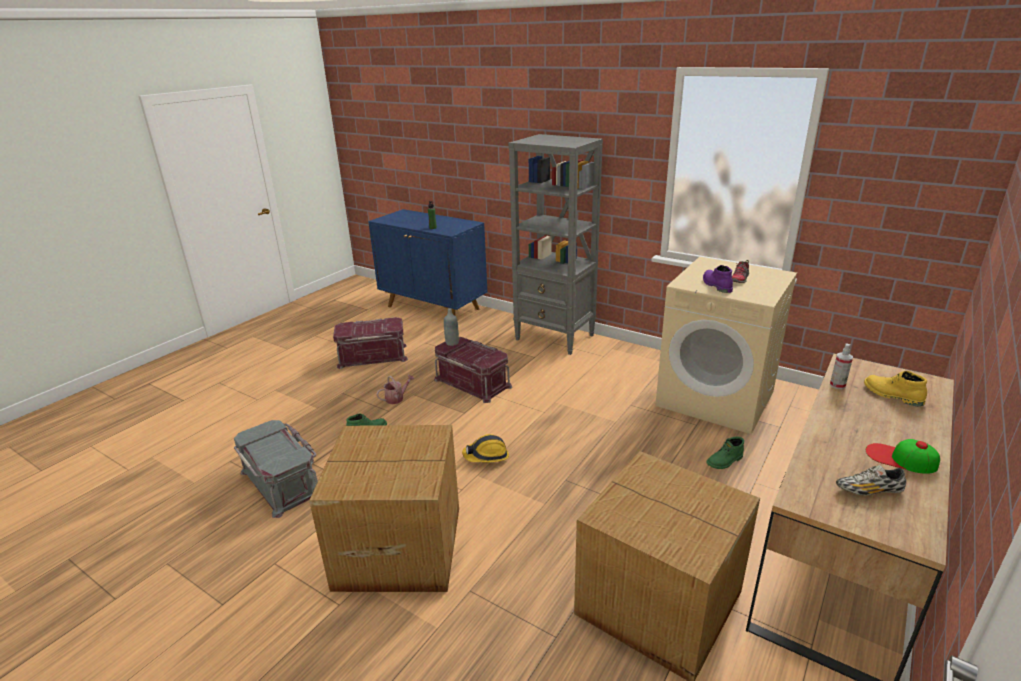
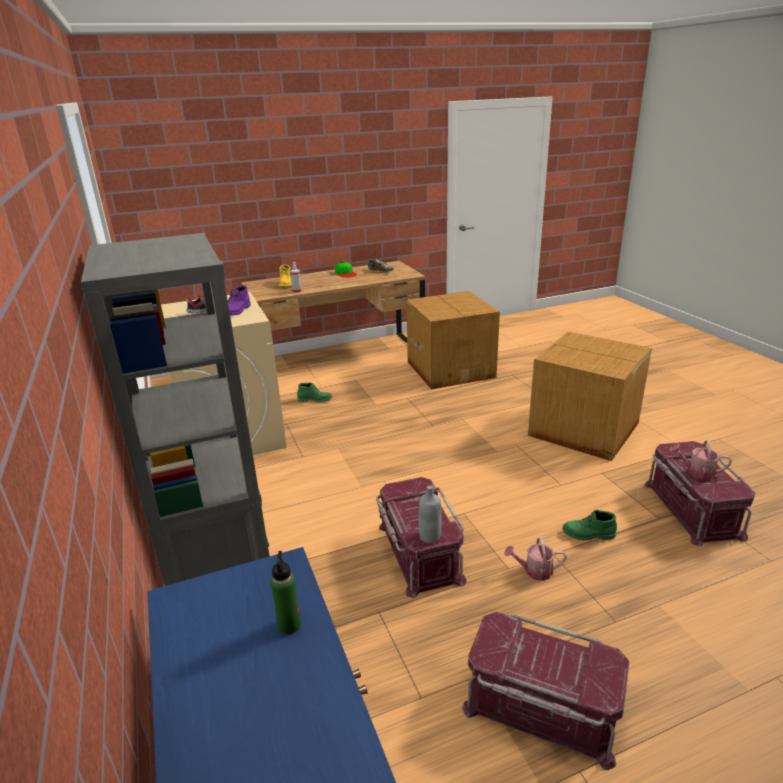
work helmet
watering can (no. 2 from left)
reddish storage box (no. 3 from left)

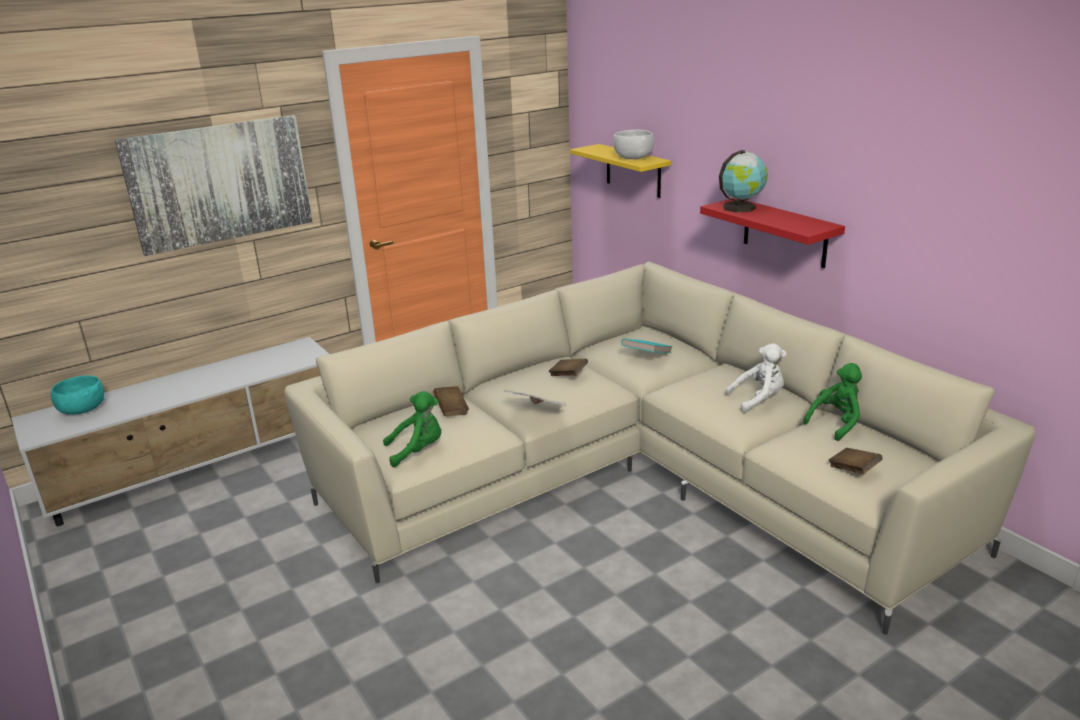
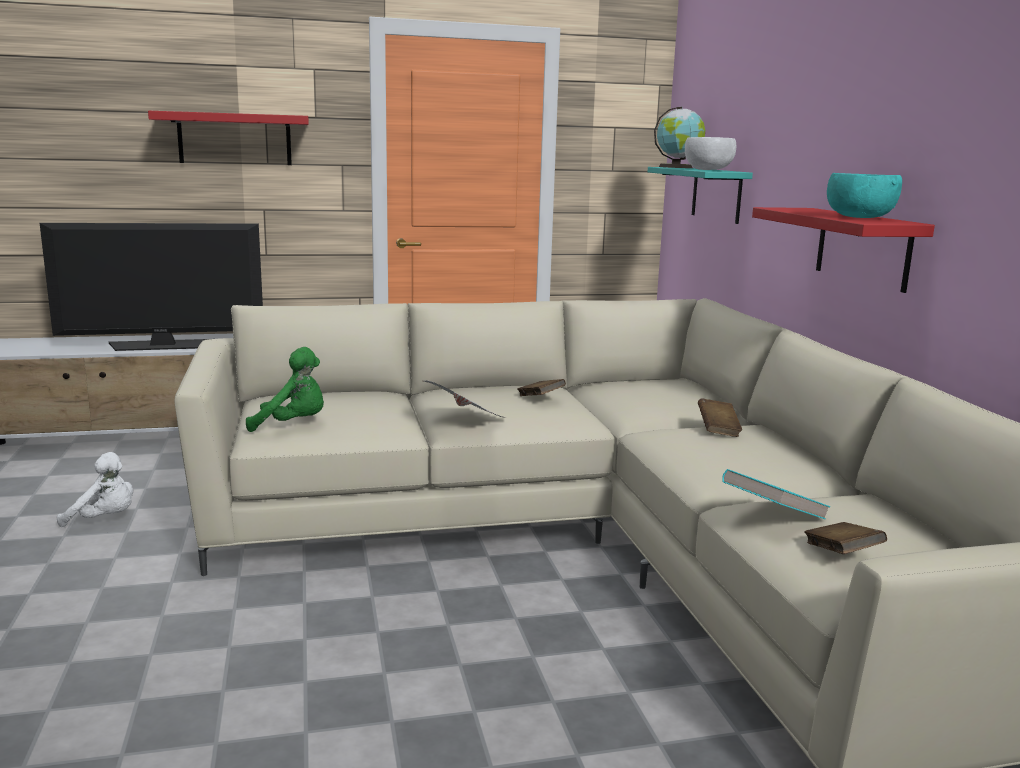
green soft toy (no. 2 from left in the first image)
TV
blue-green serving bowl
brown-coloured book (no. 2 from left)
blue-green book
desk globe
white-coloured soft toy
reddish wall shelf (no. 1 from left)
blue-green wall shelf

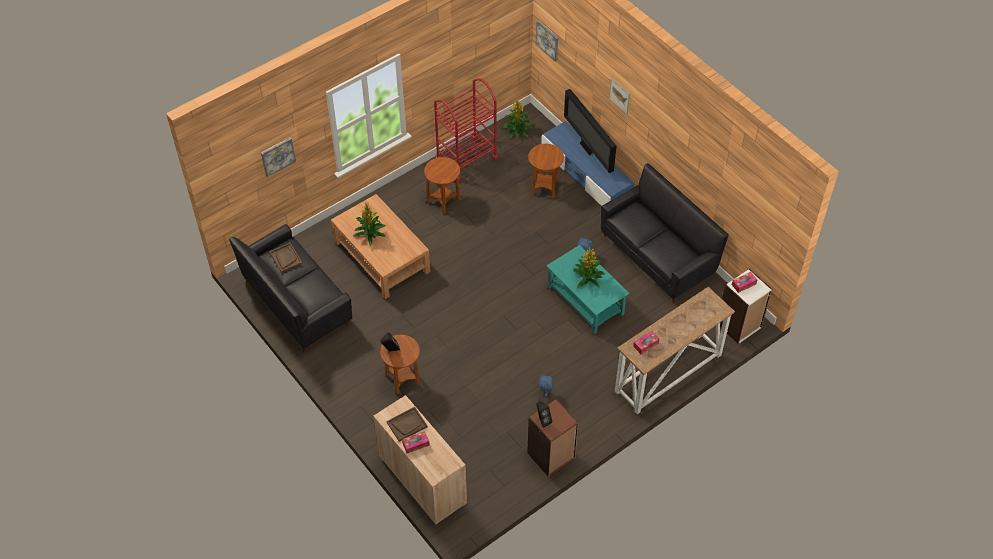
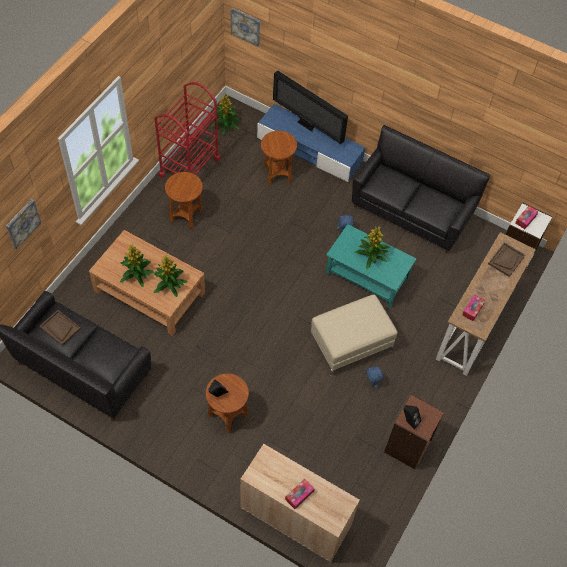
wall art (no. 3 from left in the first image)
potted plant (no. 2 from left)
sand-coloured pouffe
brown-coloured carrying tray (no. 2 from left)

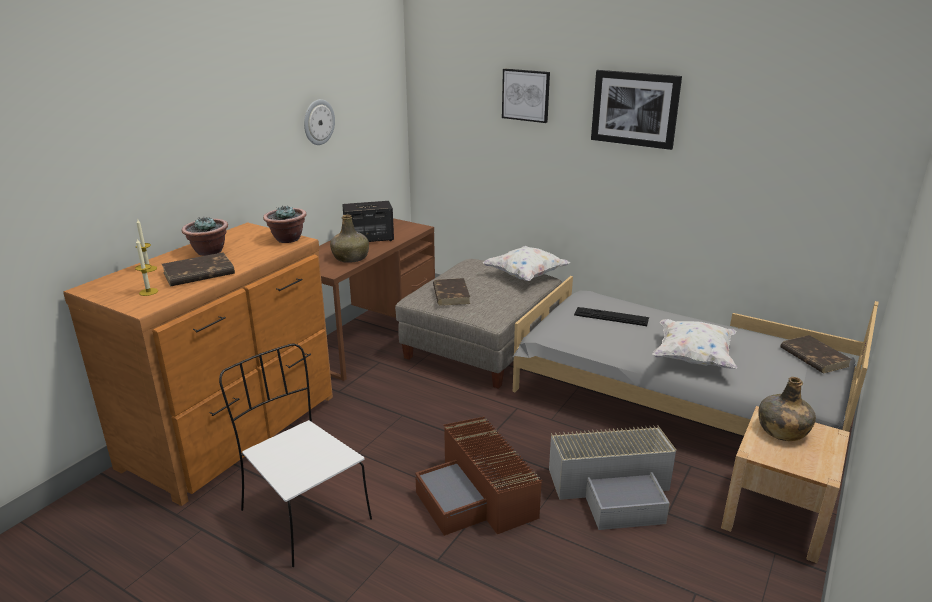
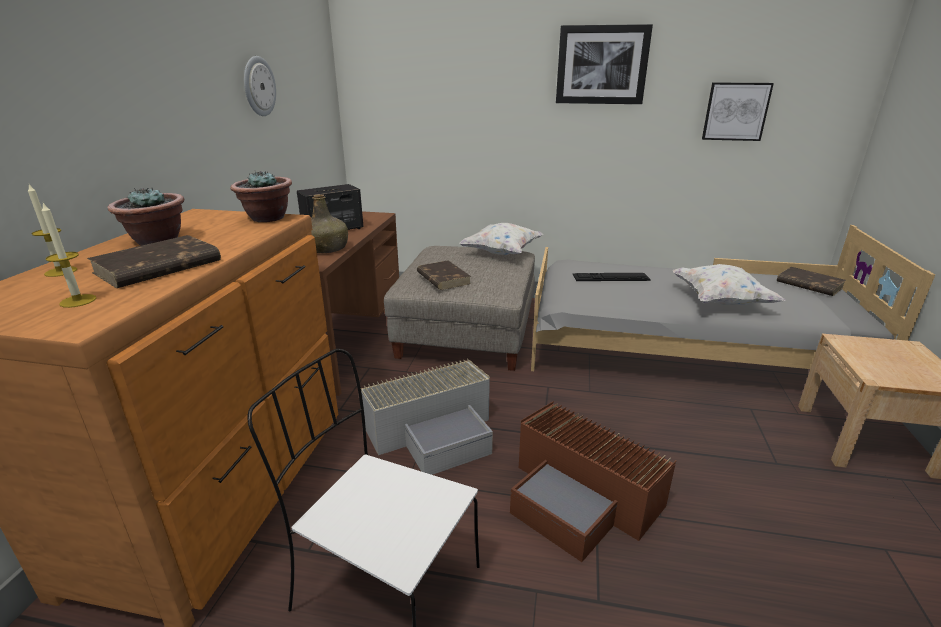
green bottle (no. 2 from left in the first image)
wall art (no. 2 from left)
grey storage box

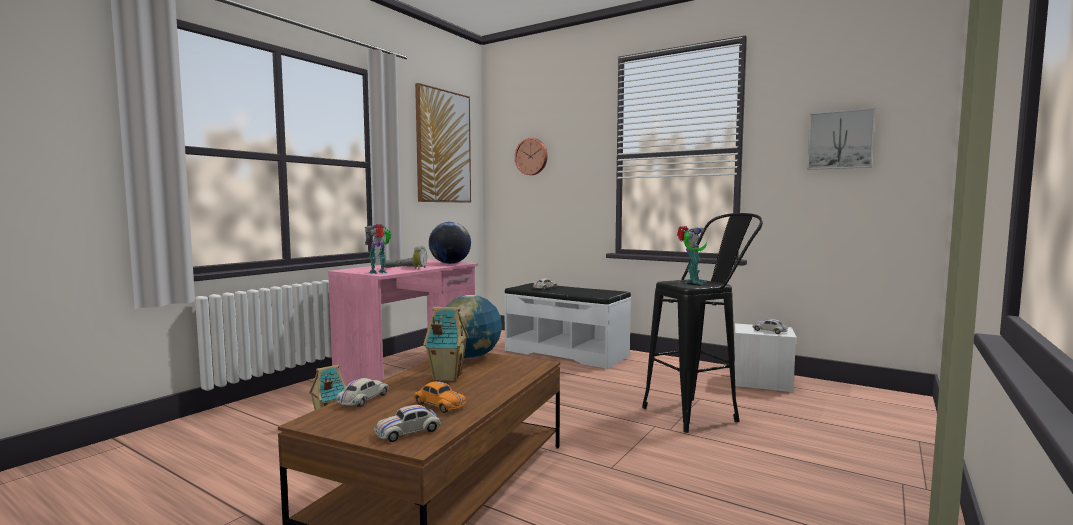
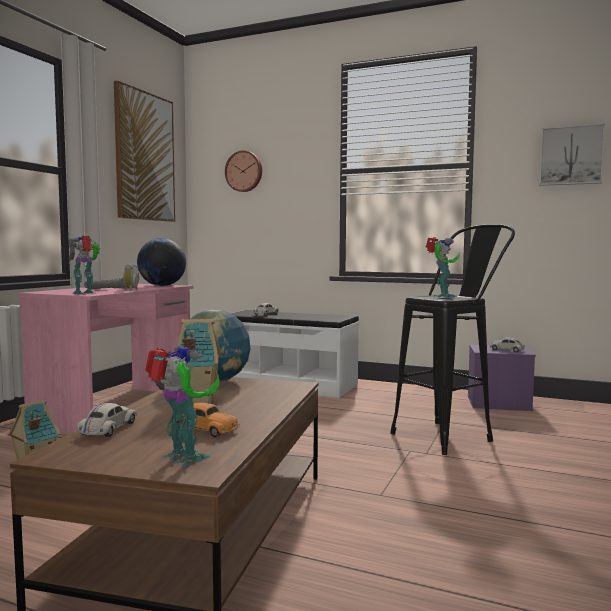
toy robot (no. 2 from left)
purple storage box

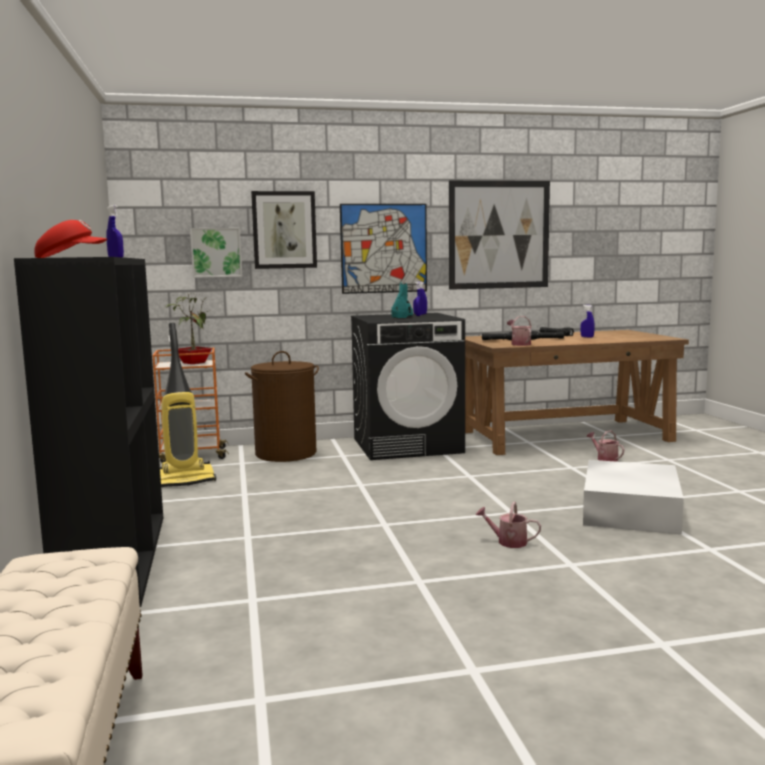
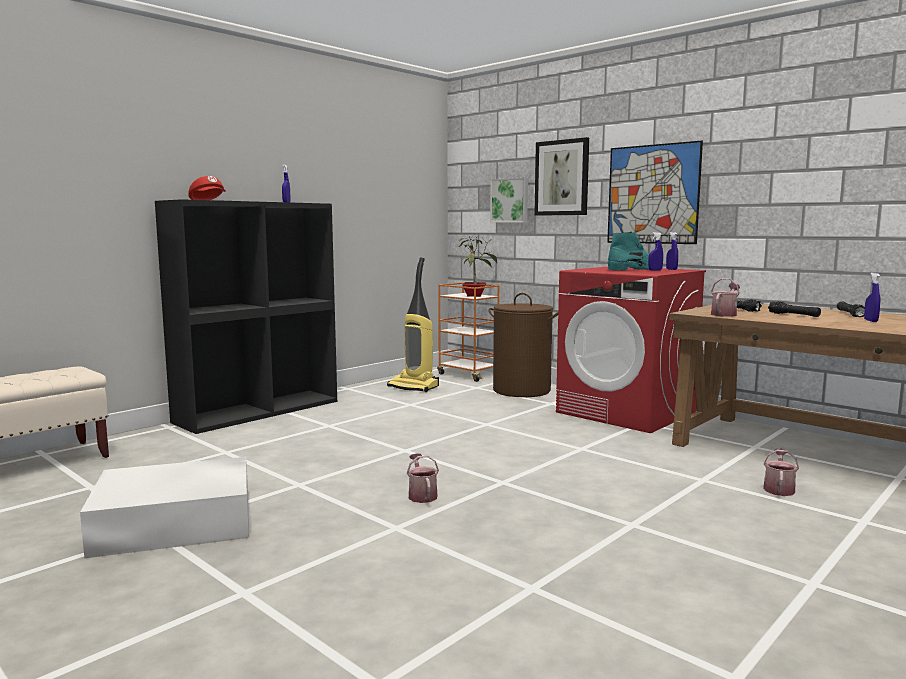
wall art (no. 4 from left in the first image)
white-coloured storage box
reddish laundry appliance

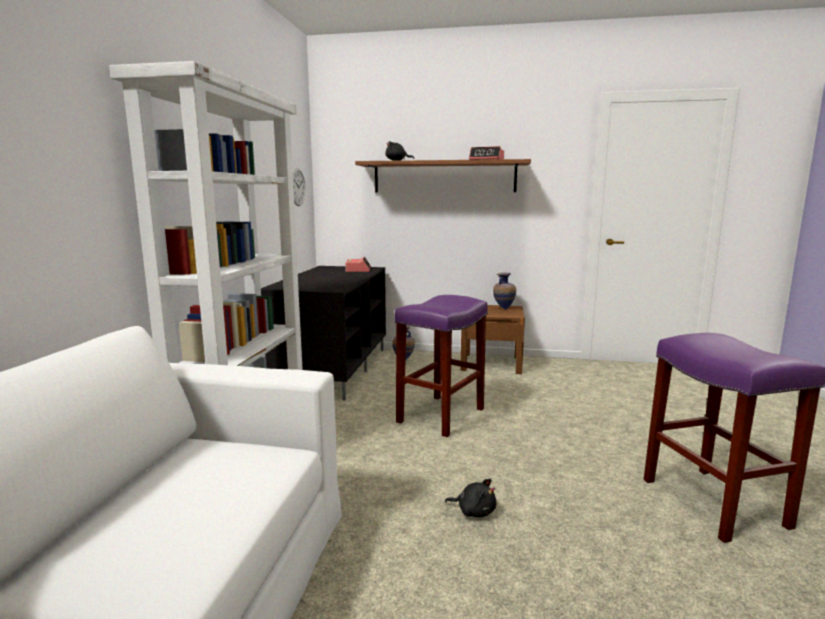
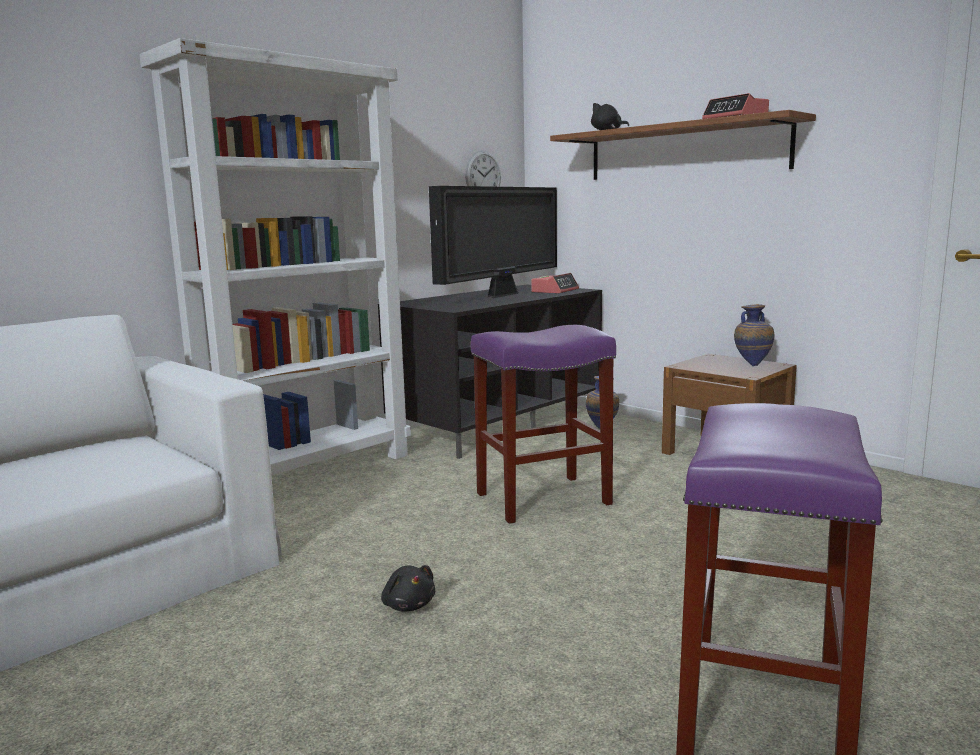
TV

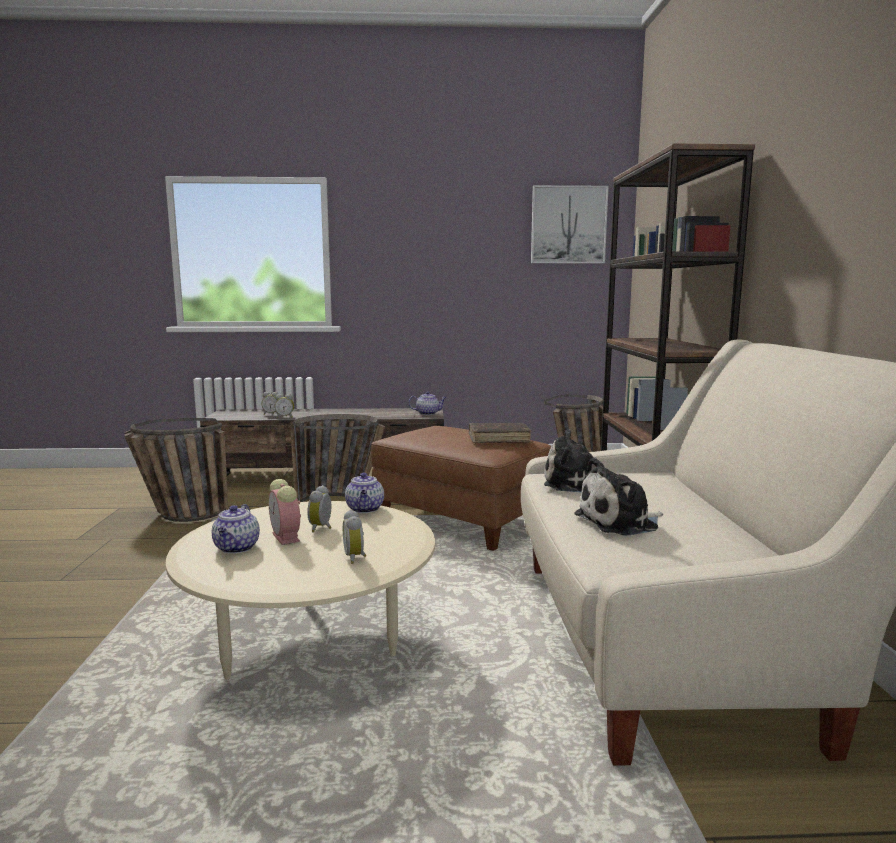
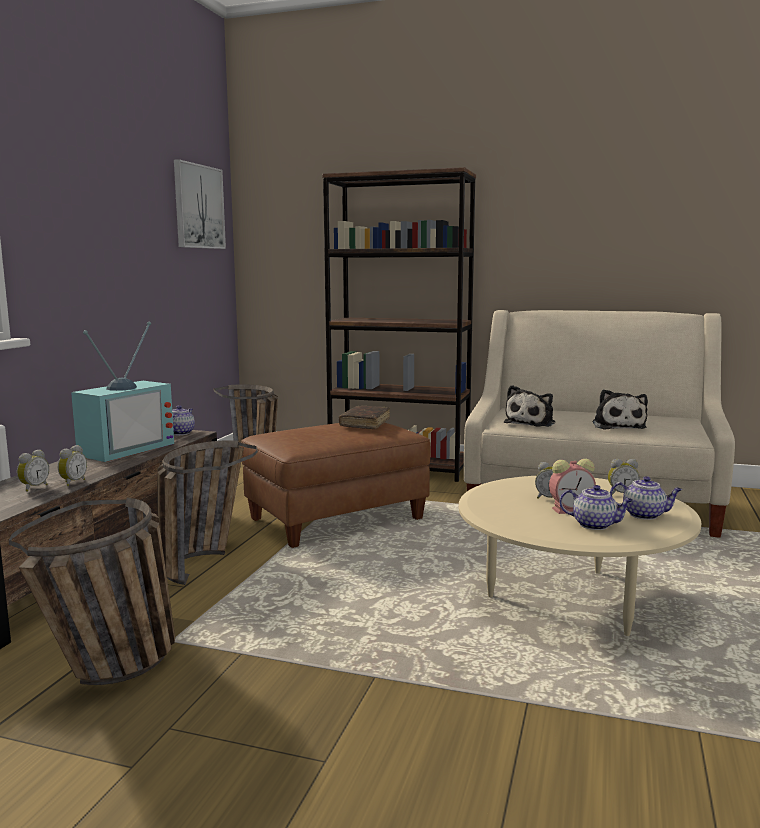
TV
tea pot (no. 3 from left)

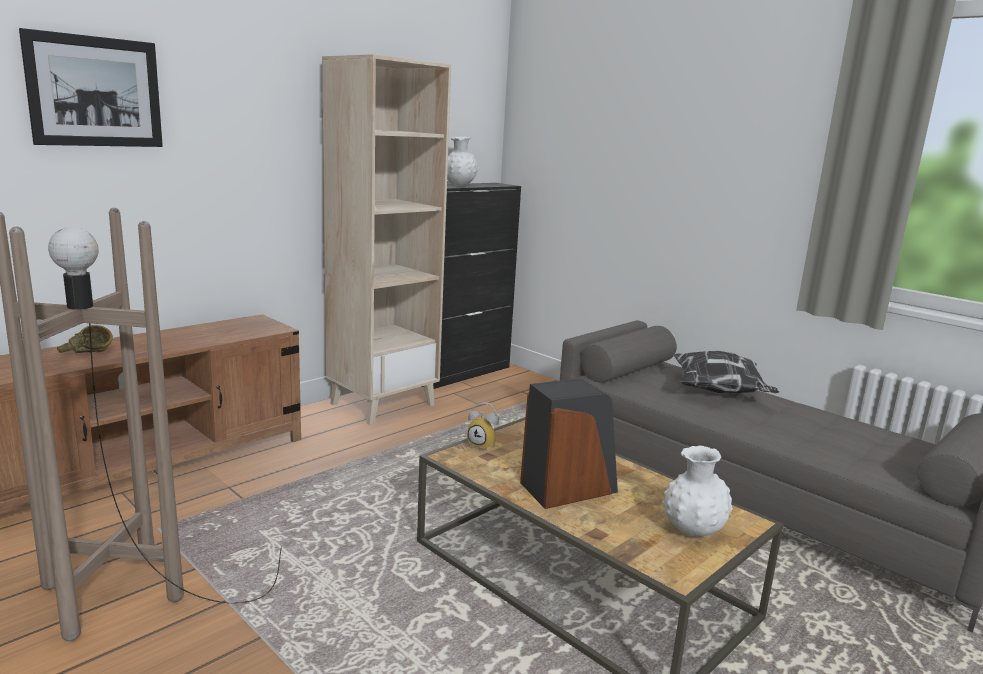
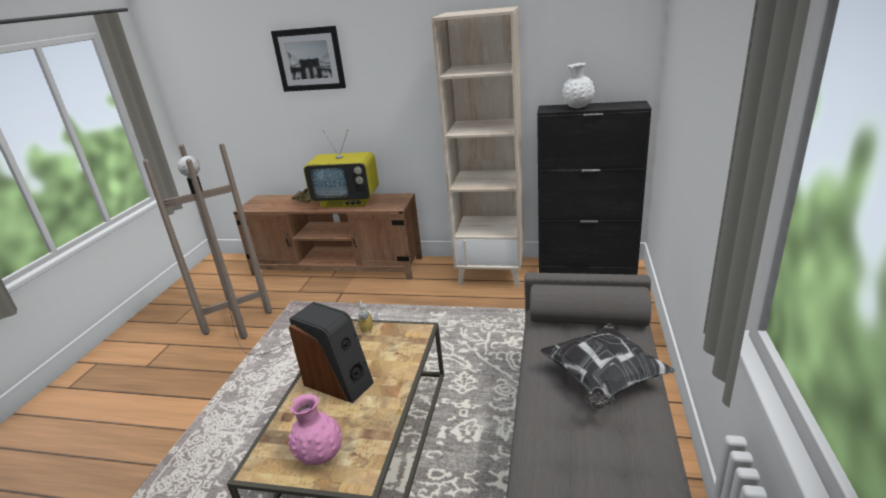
TV
pink vase

